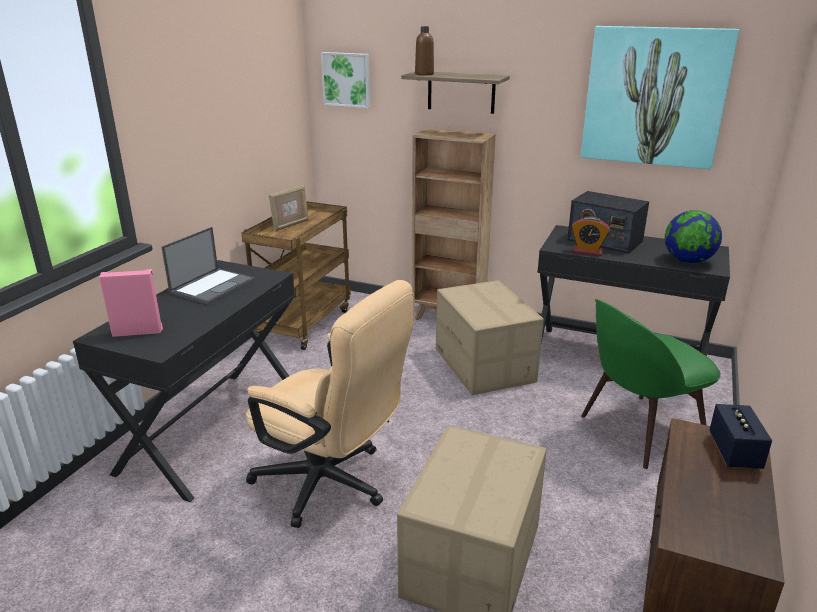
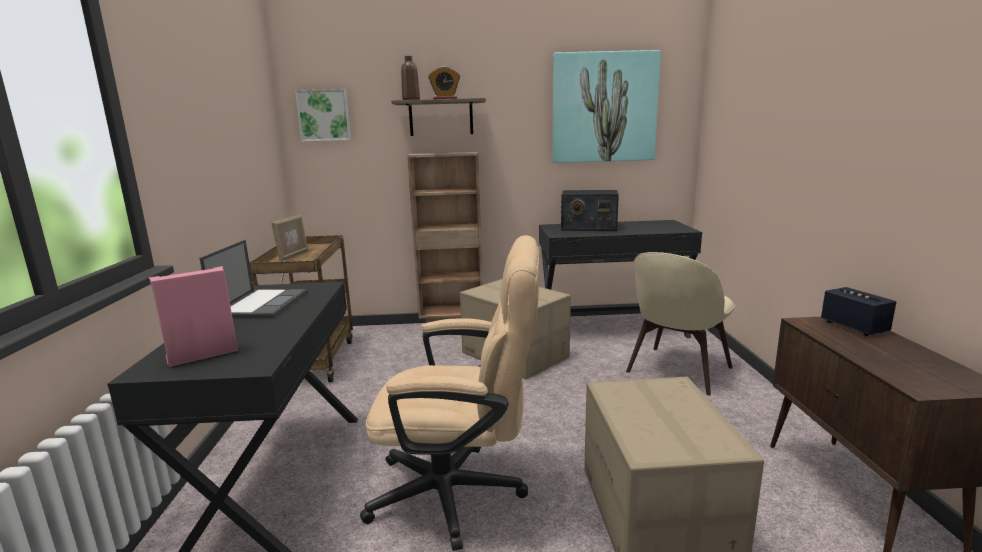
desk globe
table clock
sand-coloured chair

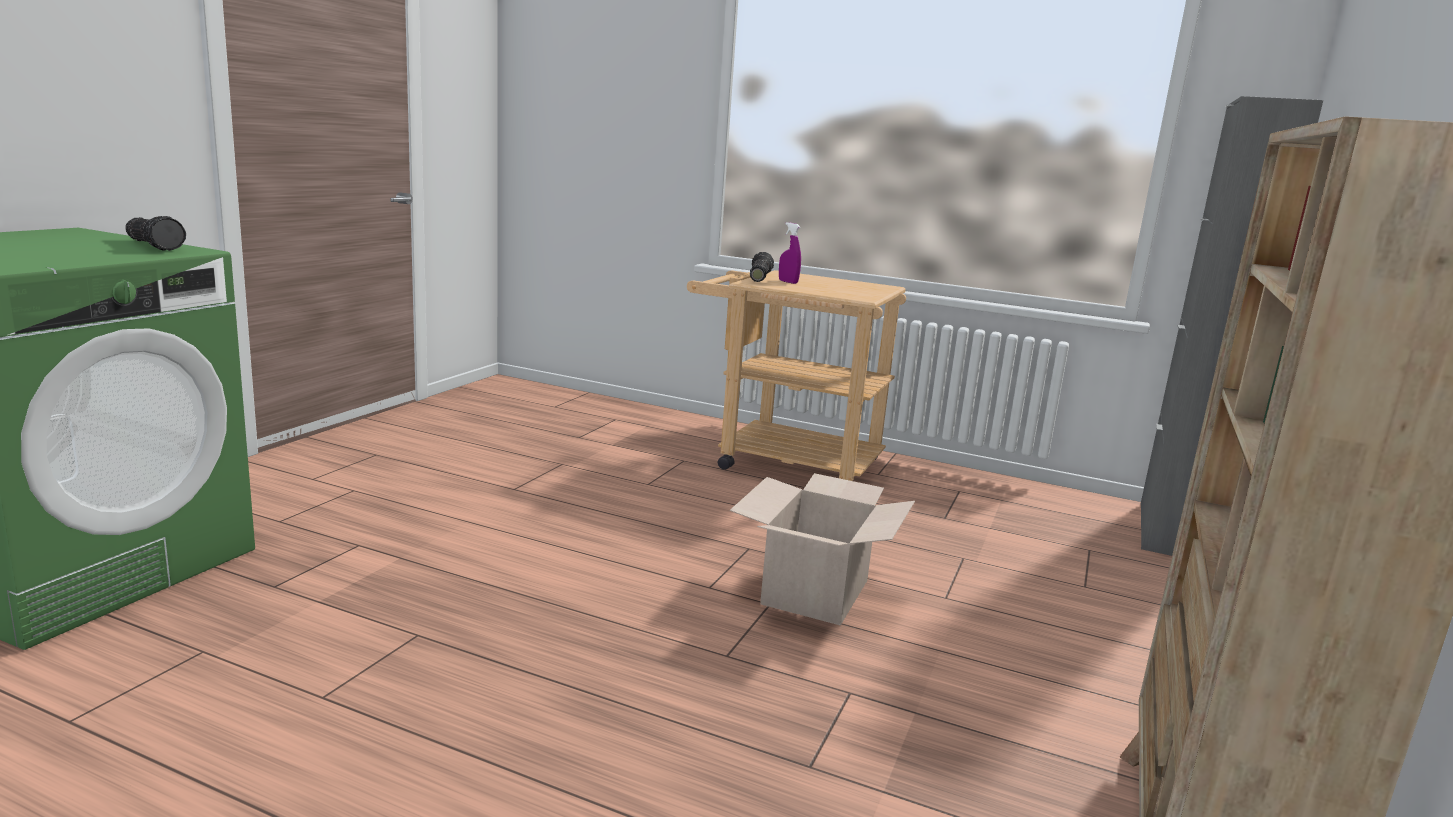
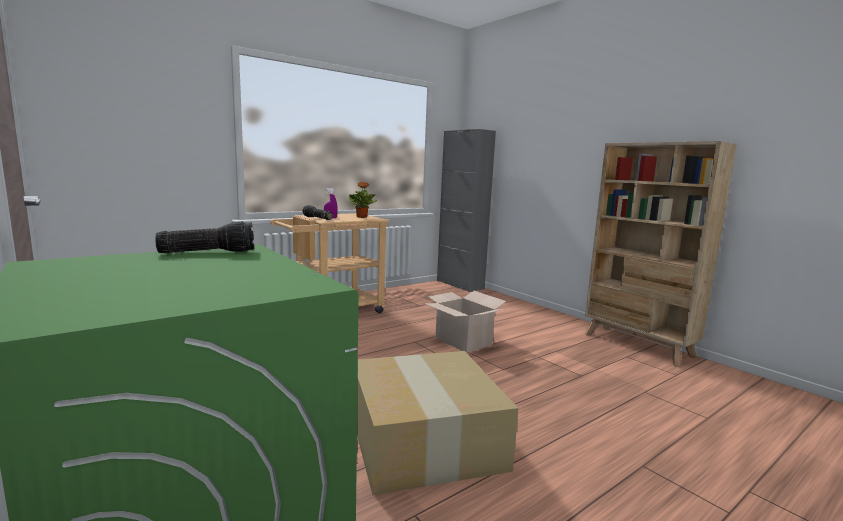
potted plant
cardboard box (no. 1 from left)

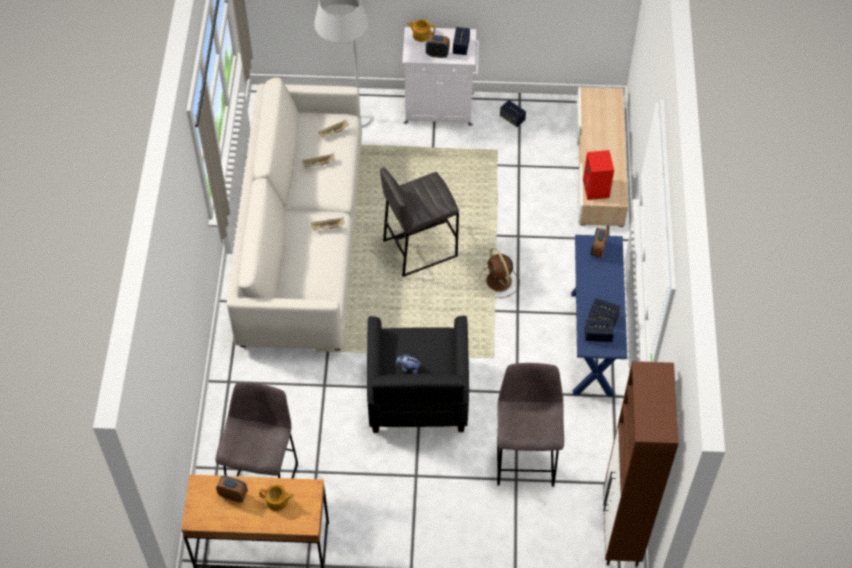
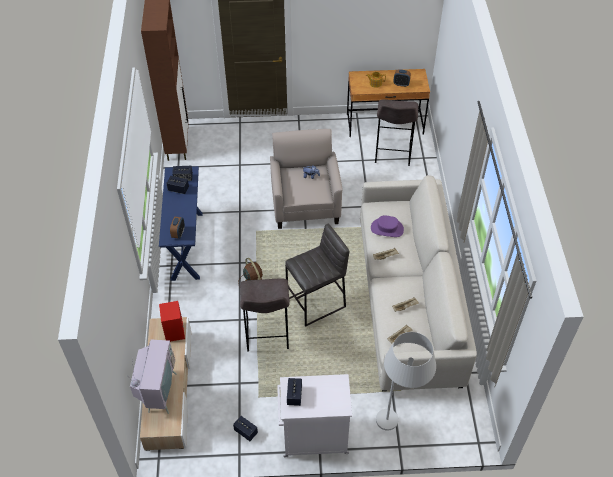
tea pot (no. 2 from left in the first image)
table clock (no. 2 from left in the first image)
TV
purple hat
grey sitting stool (no. 1 from left)
sand-coloured armchair

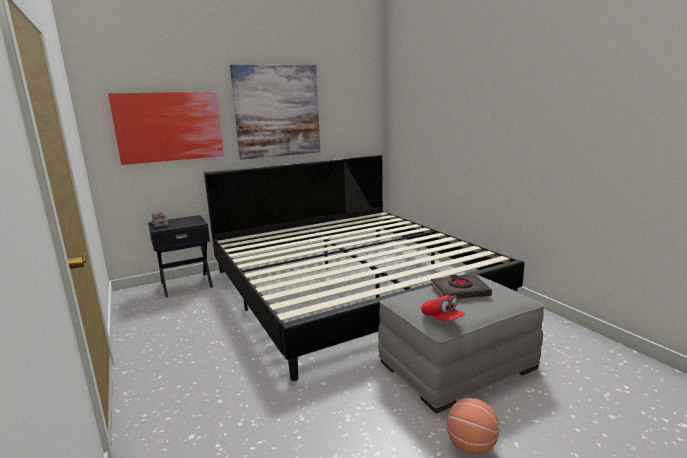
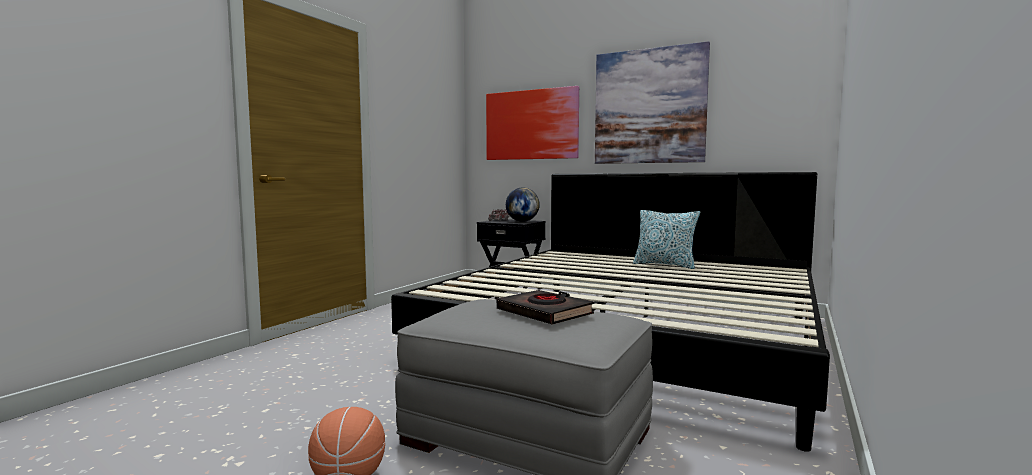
reddish baseball cap
desk globe
pillow

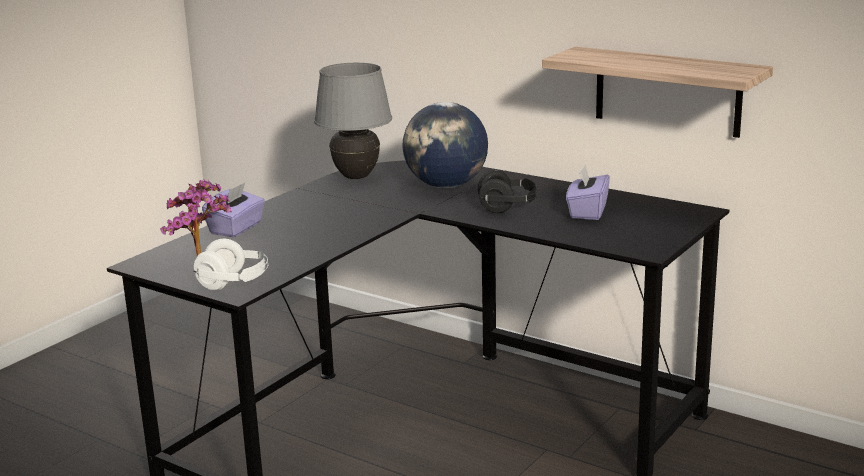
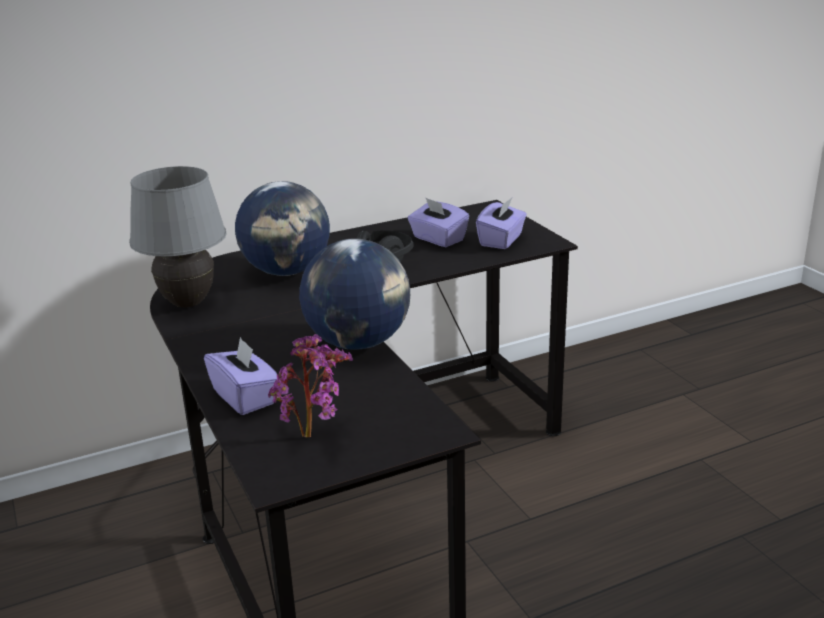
white-coloured headphones
wall shelf
desk globe (no. 2 from left)
purple box of tissues (no. 3 from left)

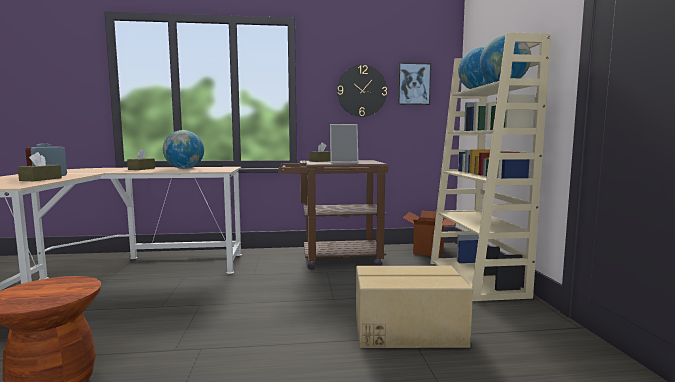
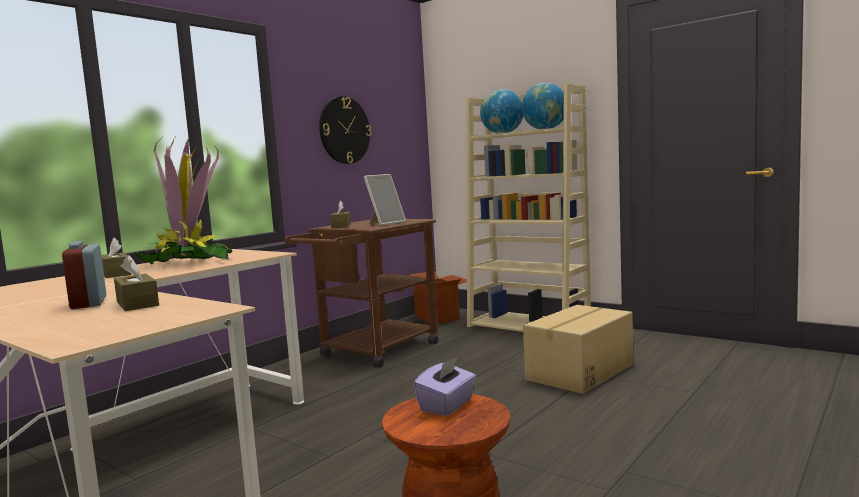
wall art
purple box of tissues
potted plant

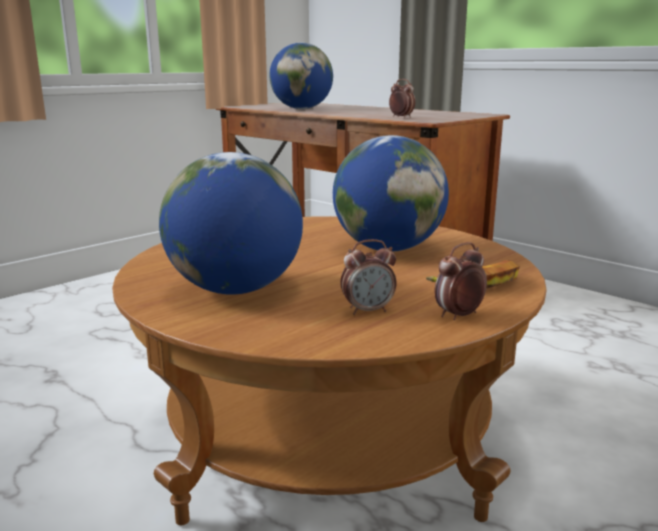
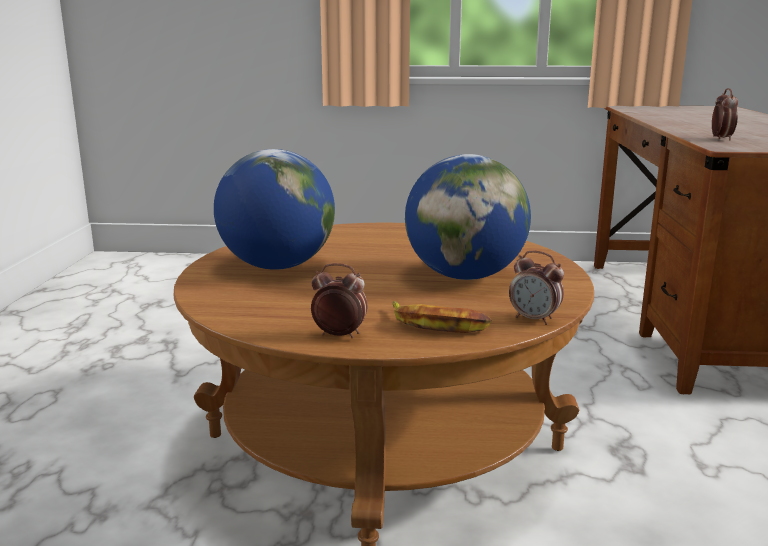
desk globe (no. 2 from left in the first image)
table clock (no. 2 from left)

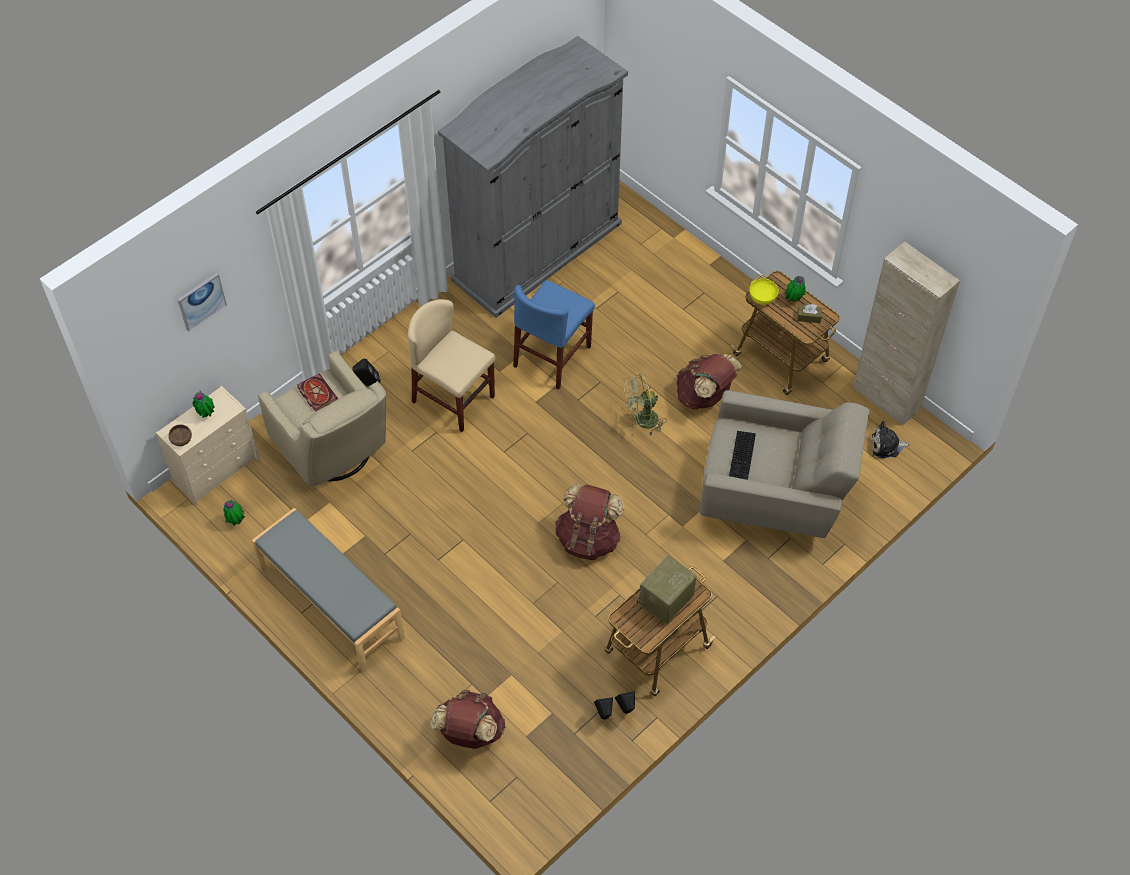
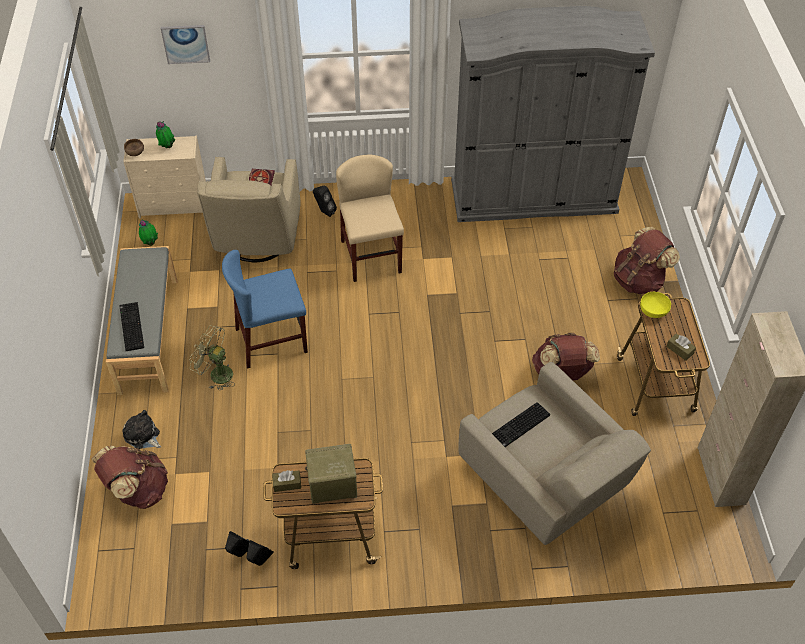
potted plant (no. 3 from left in the first image)
PC keyboard (no. 1 from left)
brown-coloured box of tissues (no. 1 from left)
blue chair
brown-coloured knapsack (no. 3 from left)
green electric fan
soft toy

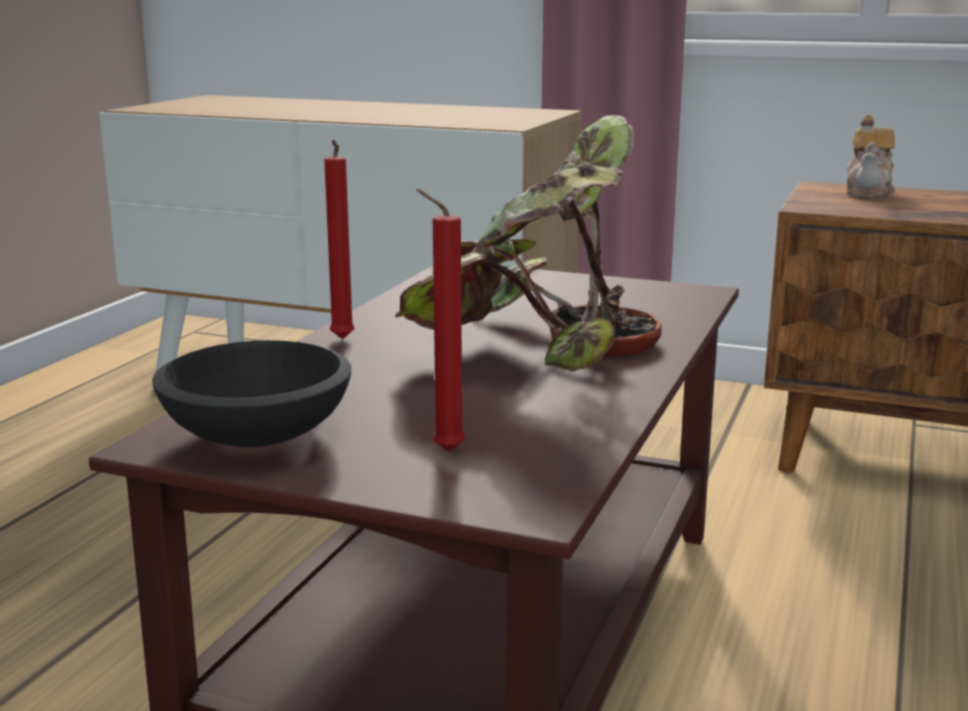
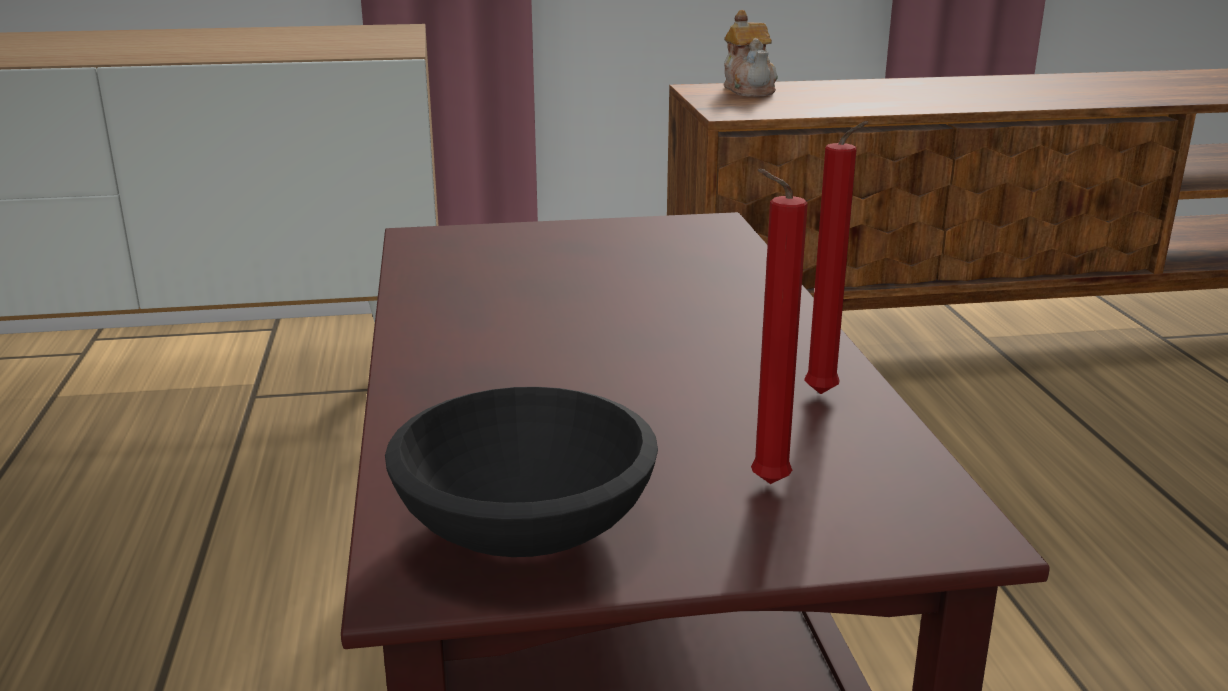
potted plant
reddish wax light (no. 2 from left)

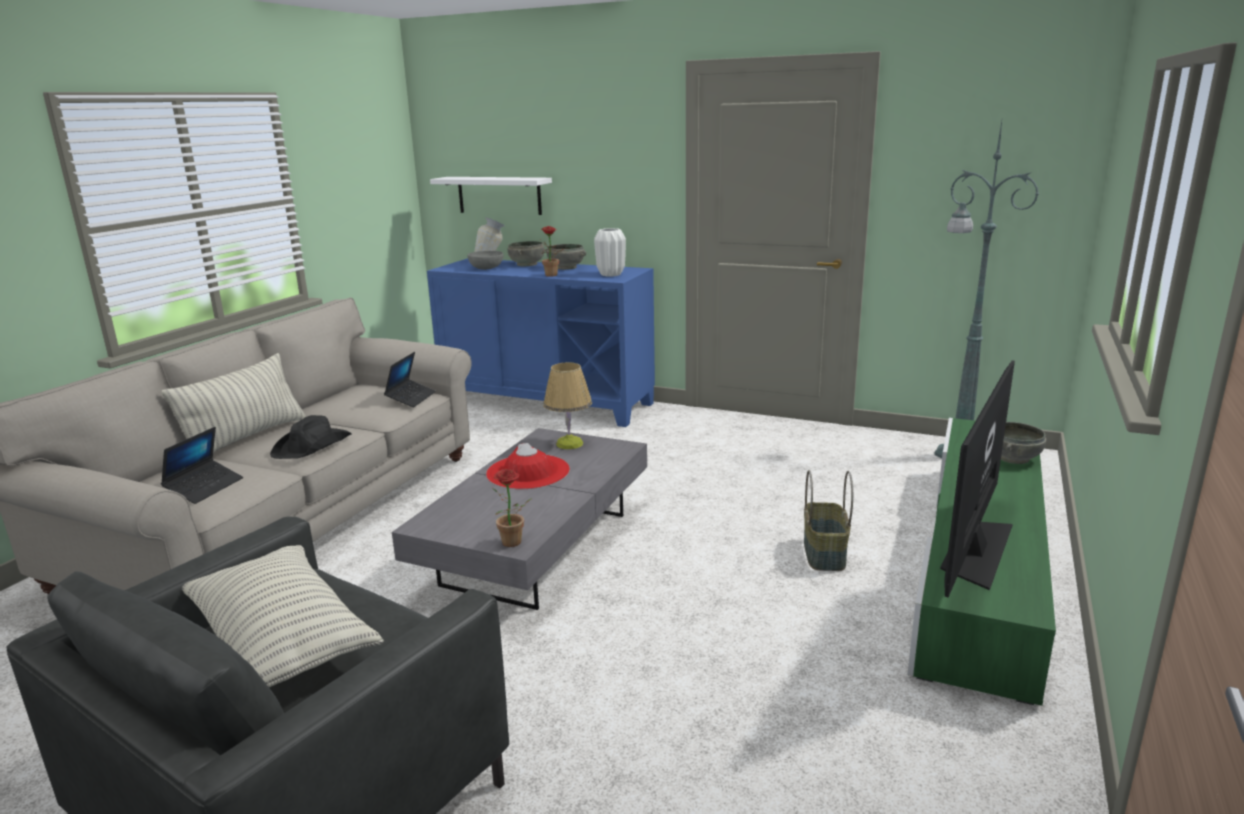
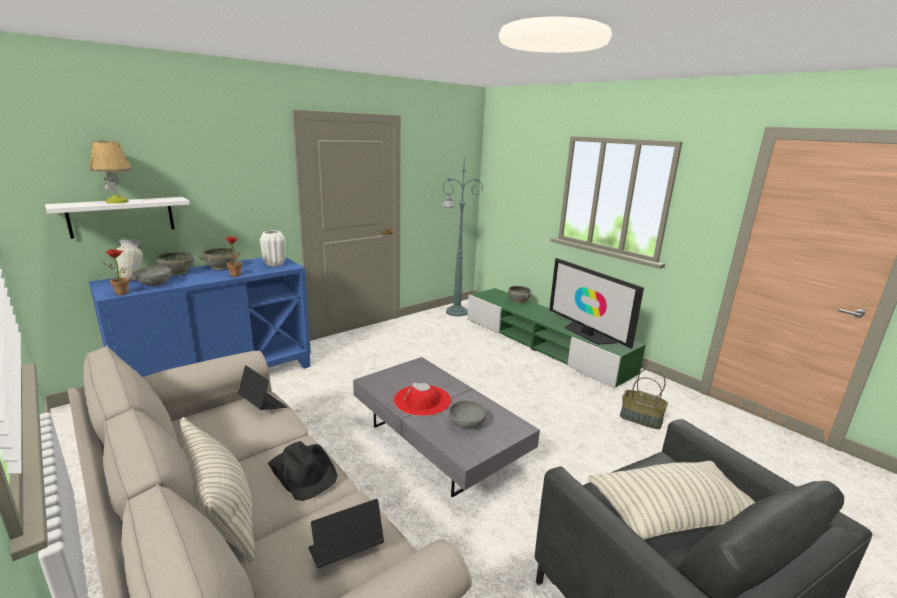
grey serving bowl (no. 4 from left)
potted plant (no. 1 from left)
table lamp
household basket
notebook computer (no. 2 from left)

